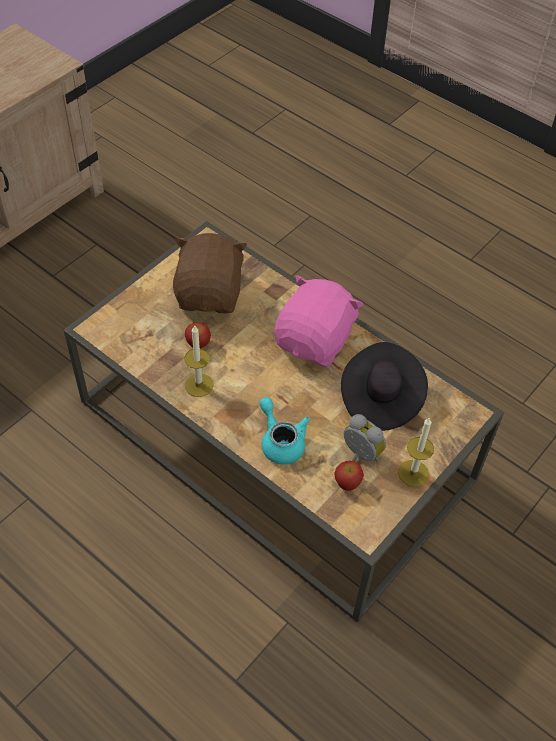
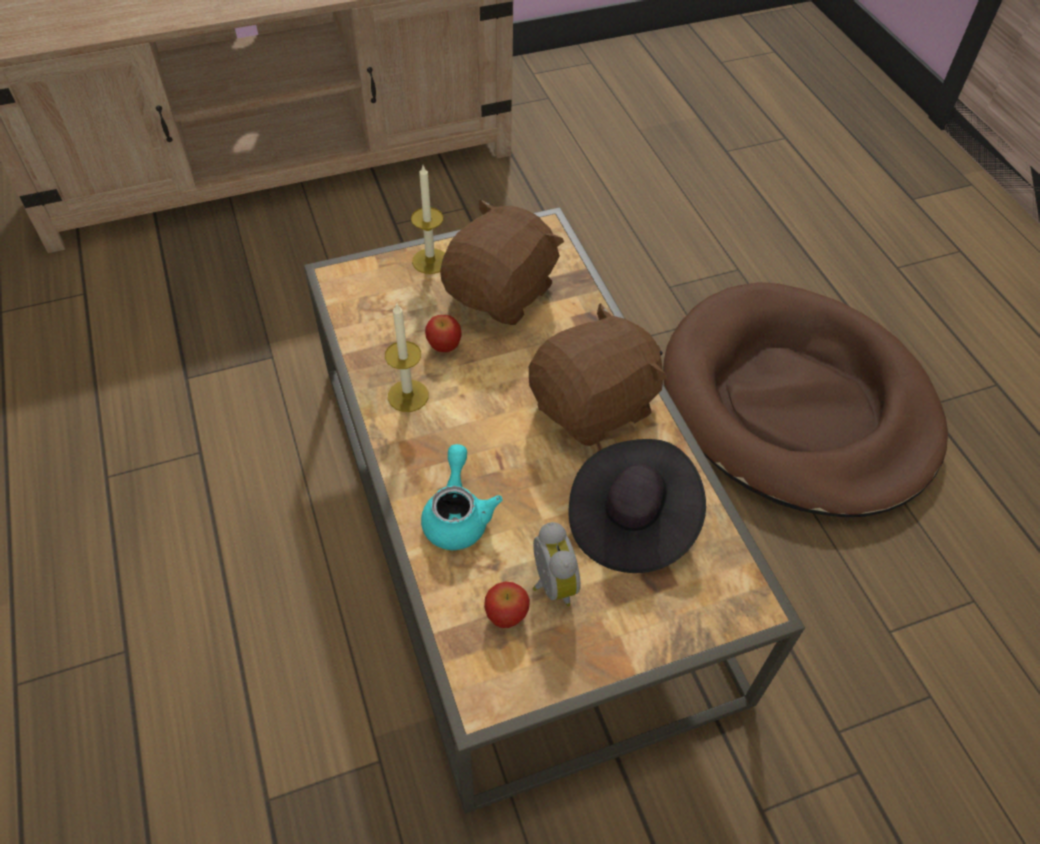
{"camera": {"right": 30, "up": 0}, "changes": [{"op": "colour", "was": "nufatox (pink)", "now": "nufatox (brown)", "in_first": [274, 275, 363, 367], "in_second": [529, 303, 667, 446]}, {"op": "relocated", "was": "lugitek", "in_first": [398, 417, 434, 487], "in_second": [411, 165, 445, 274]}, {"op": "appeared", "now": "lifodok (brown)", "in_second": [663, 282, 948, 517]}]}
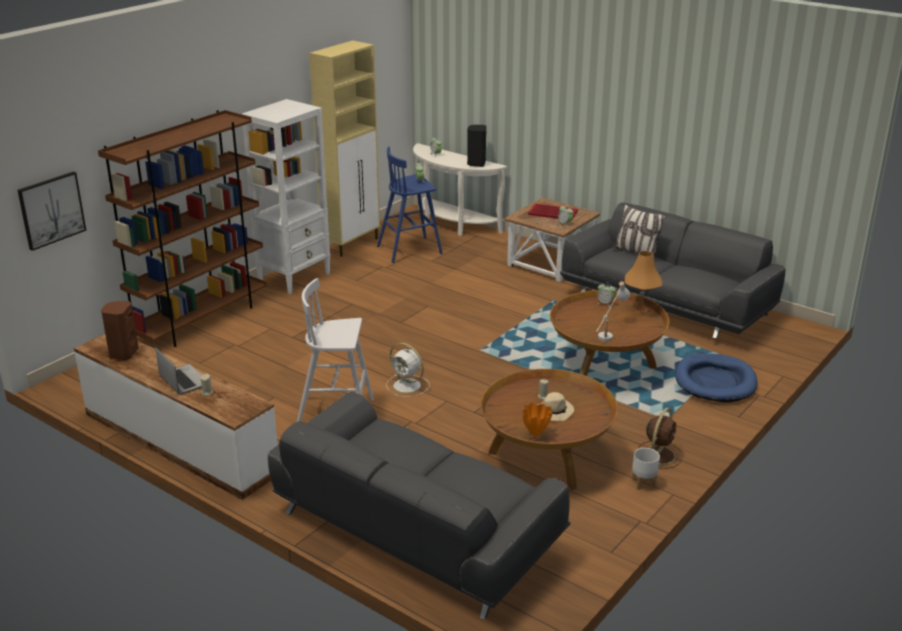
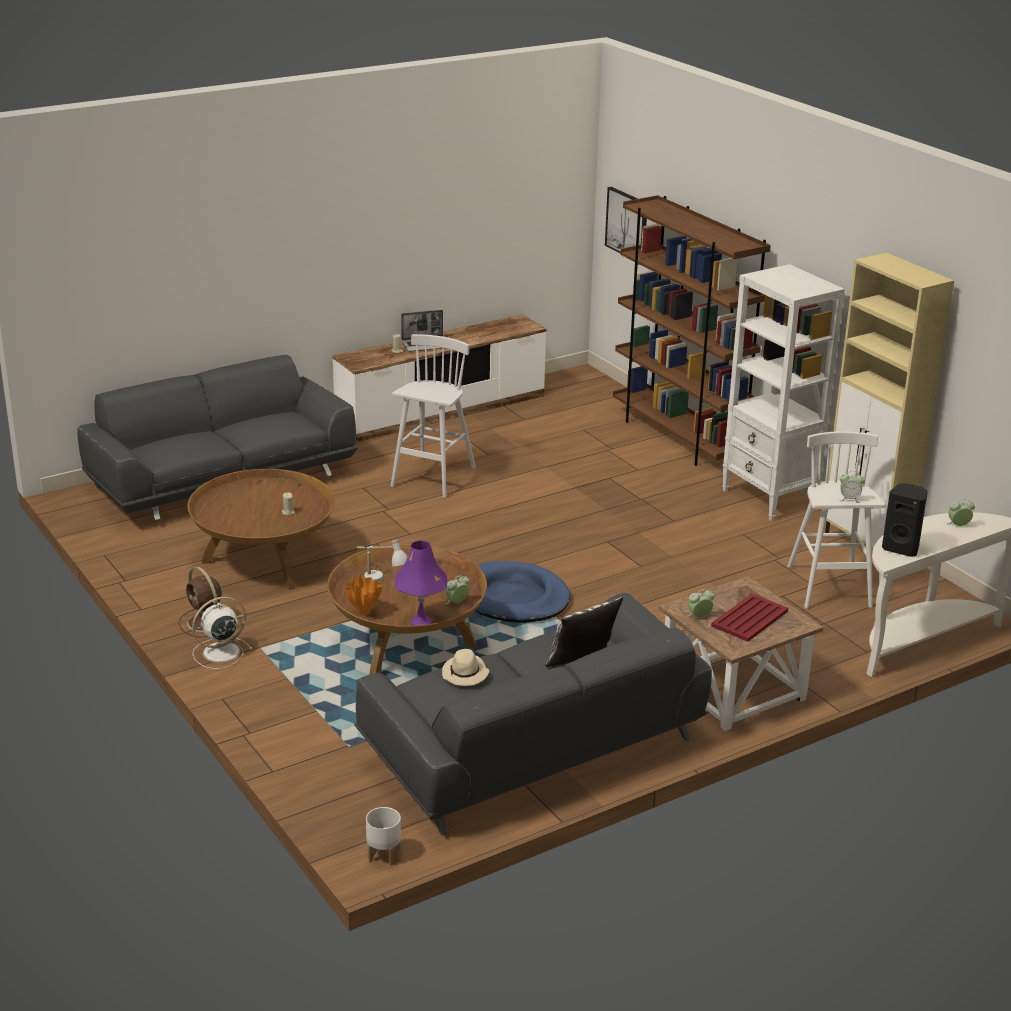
{"camera": {"right": 110, "up": 0}, "changes": [{"op": "missing", "was": "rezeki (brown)", "in_first": [101, 301, 139, 360]}, {"op": "colour", "was": "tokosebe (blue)", "now": "tokosebe (white)", "in_first": [377, 147, 442, 263], "in_second": [787, 431, 885, 609]}, {"op": "relocated", "was": "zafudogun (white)", "in_first": [386, 343, 430, 397], "in_second": [192, 597, 252, 669]}, {"op": "relocated", "was": "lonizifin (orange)", "in_first": [523, 403, 553, 437], "in_second": [346, 575, 382, 615]}, {"op": "relocated", "was": "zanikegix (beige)", "in_first": [536, 392, 574, 421], "in_second": [442, 649, 489, 686]}, {"op": "colour", "was": "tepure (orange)", "now": "tepure (purple)", "in_first": [625, 251, 662, 313], "in_second": [395, 540, 447, 626]}, {"op": "relocated", "was": "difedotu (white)", "in_first": [632, 448, 660, 490], "in_second": [366, 807, 401, 866]}, {"op": "relocated", "was": "lifodok (blue)", "in_first": [675, 353, 758, 402], "in_second": [475, 561, 570, 623]}]}
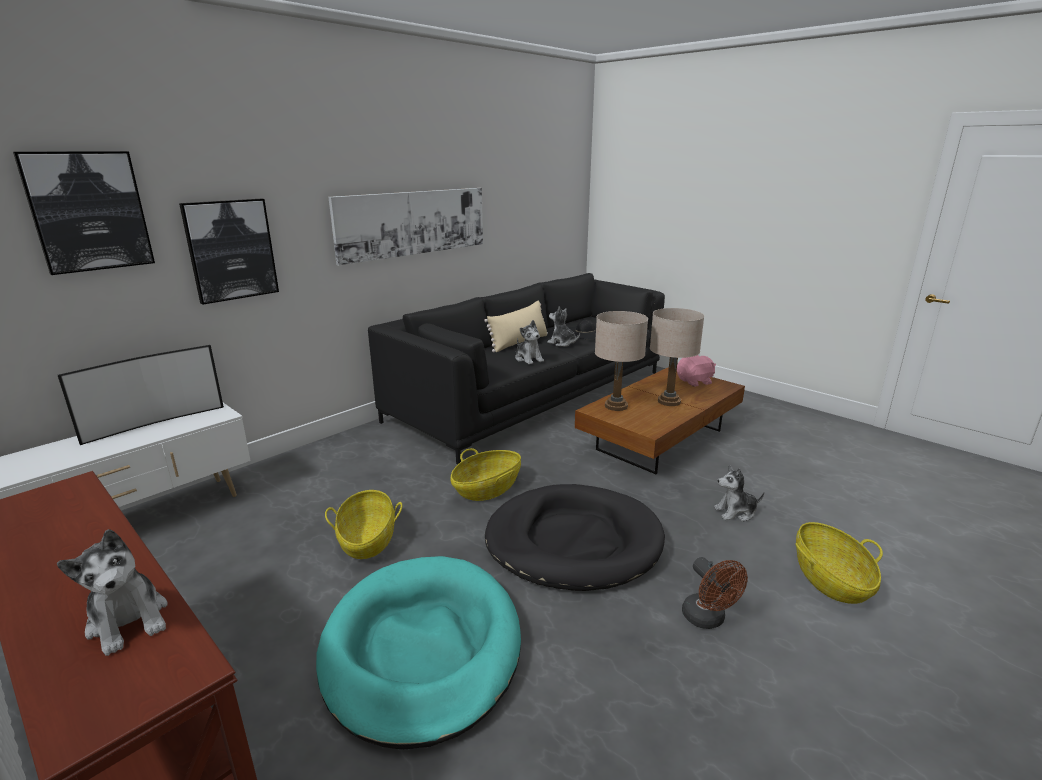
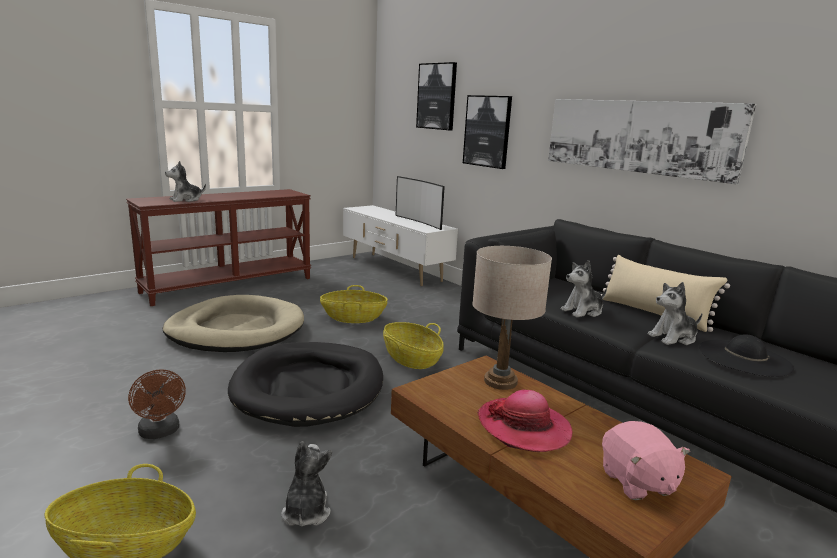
{"camera": {"right": 95, "up": -5}, "changes": [{"op": "colour", "was": "lifodok (turquoise)", "now": "lifodok (beige)", "in_first": [316, 556, 521, 750], "in_second": [162, 295, 304, 352]}, {"op": "spun", "was": "nufatox", "in_first": [547, 306, 580, 347], "in_second": [648, 282, 702, 345], "clockwise": -150}, {"op": "exchanged", "was": "tepure (beige)", "now": "zanikegix", "in_first": [650, 308, 704, 406], "in_second": [477, 390, 572, 452]}, {"op": "spun", "was": "zafudogun (brown)", "in_first": [682, 557, 748, 629], "in_second": [128, 369, 186, 439], "clockwise": -105}]}
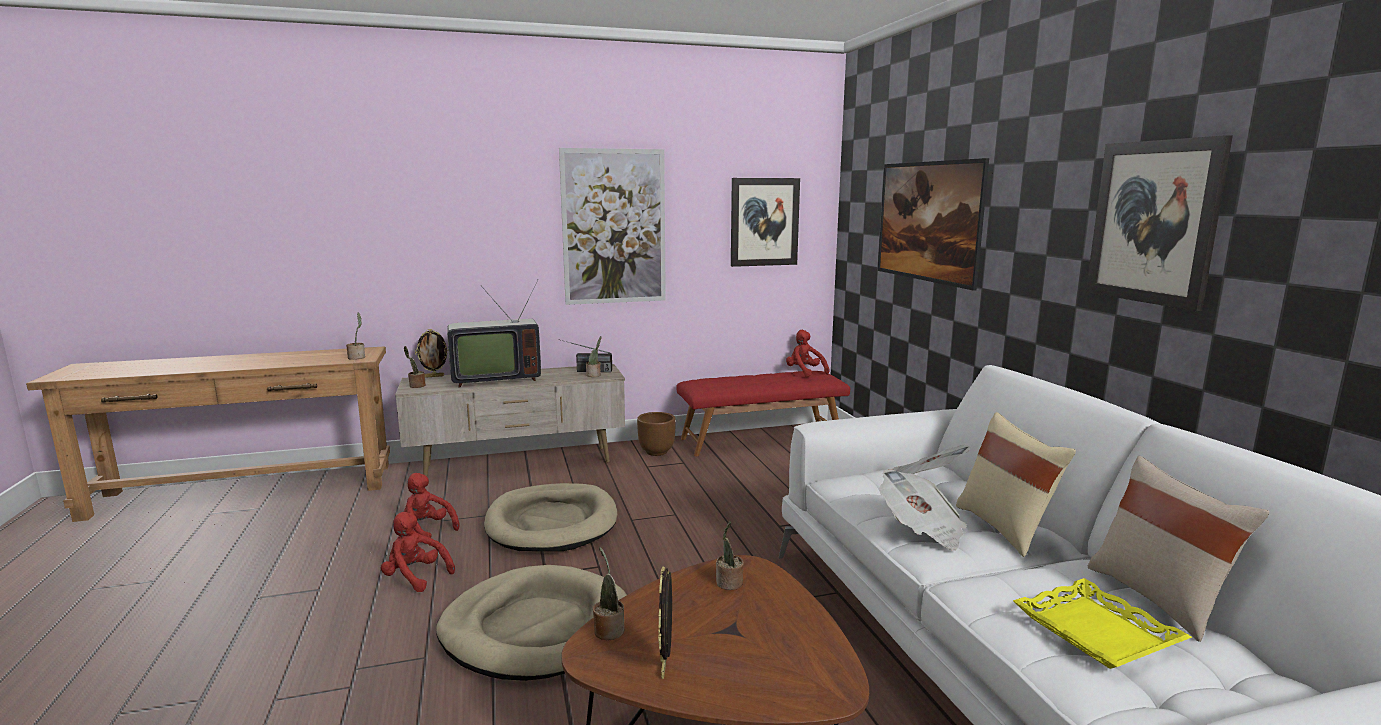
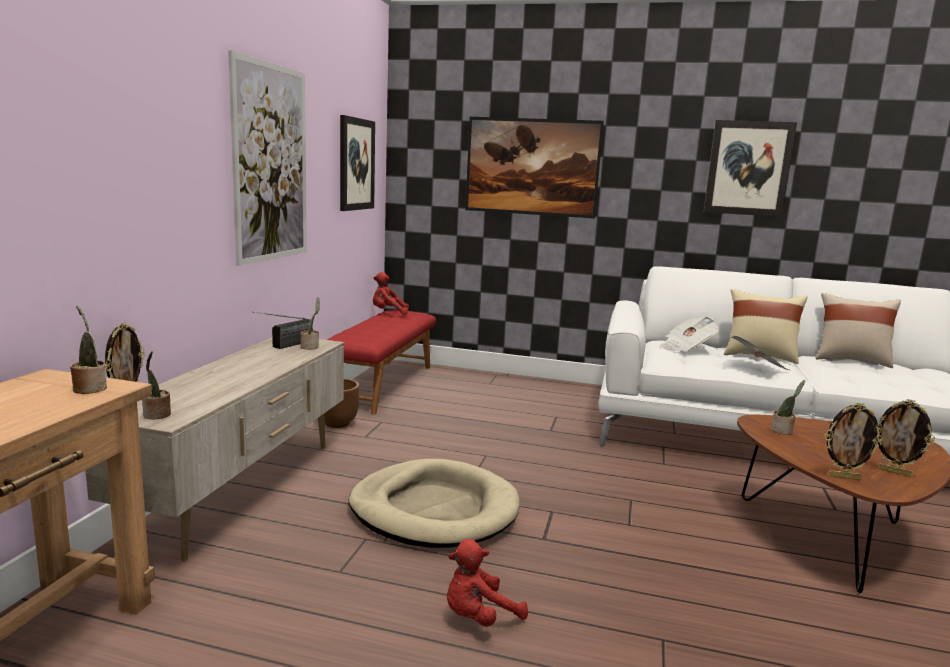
{"camera": {"right": -60, "up": 0}, "changes": [{"op": "missing", "was": "nufatox (red)", "in_first": [404, 473, 460, 538]}, {"op": "missing", "was": "lifodok (beige)", "in_first": [436, 565, 627, 681]}, {"op": "missing", "was": "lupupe", "in_first": [447, 279, 541, 387]}, {"op": "exchanged", "was": "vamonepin", "now": "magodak", "in_first": [593, 547, 625, 640], "in_second": [825, 403, 883, 480]}, {"op": "missing", "was": "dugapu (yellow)", "in_first": [1013, 578, 1192, 669]}]}
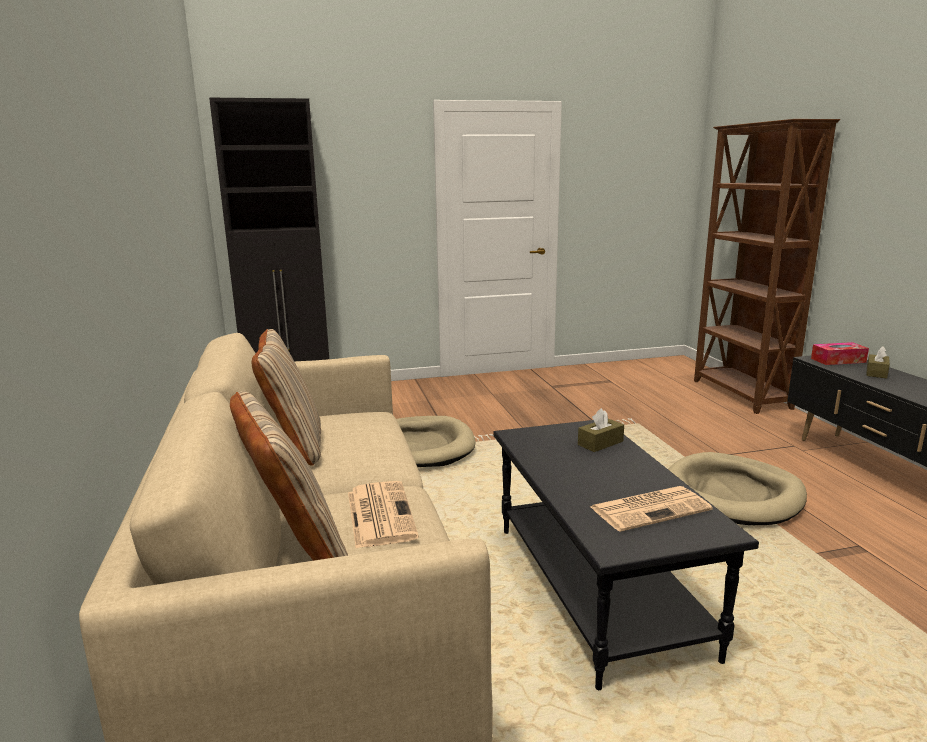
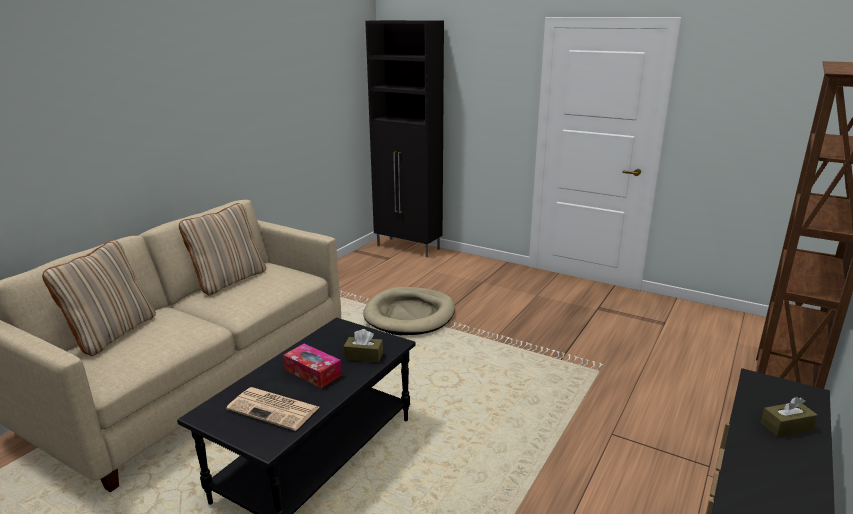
{"camera": {"right": 45, "up": 5}, "changes": [{"op": "missing", "was": "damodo", "in_first": [348, 481, 419, 548]}, {"op": "missing", "was": "lifodok (beige)", "in_first": [668, 452, 807, 525]}, {"op": "relocated", "was": "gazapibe", "in_first": [811, 342, 869, 365], "in_second": [283, 344, 342, 388]}]}
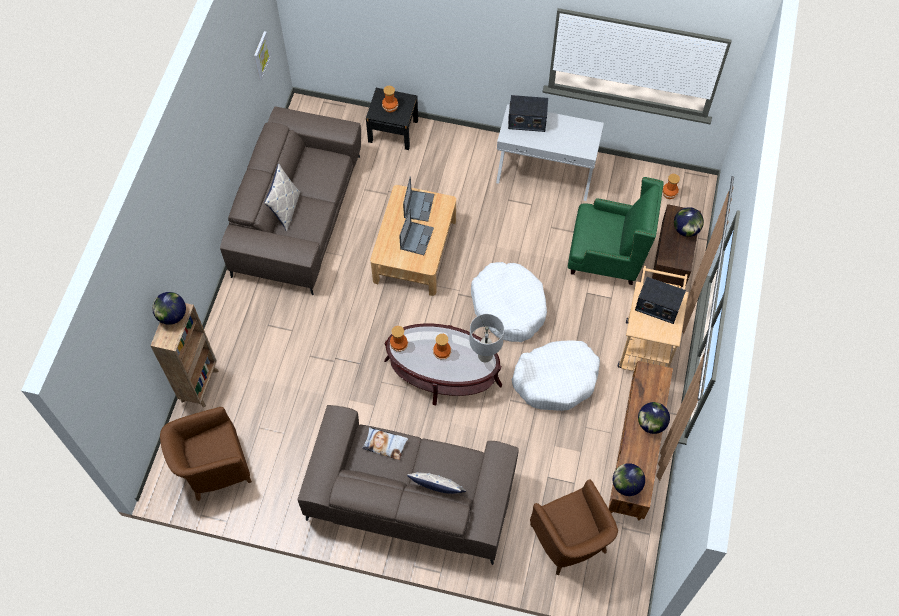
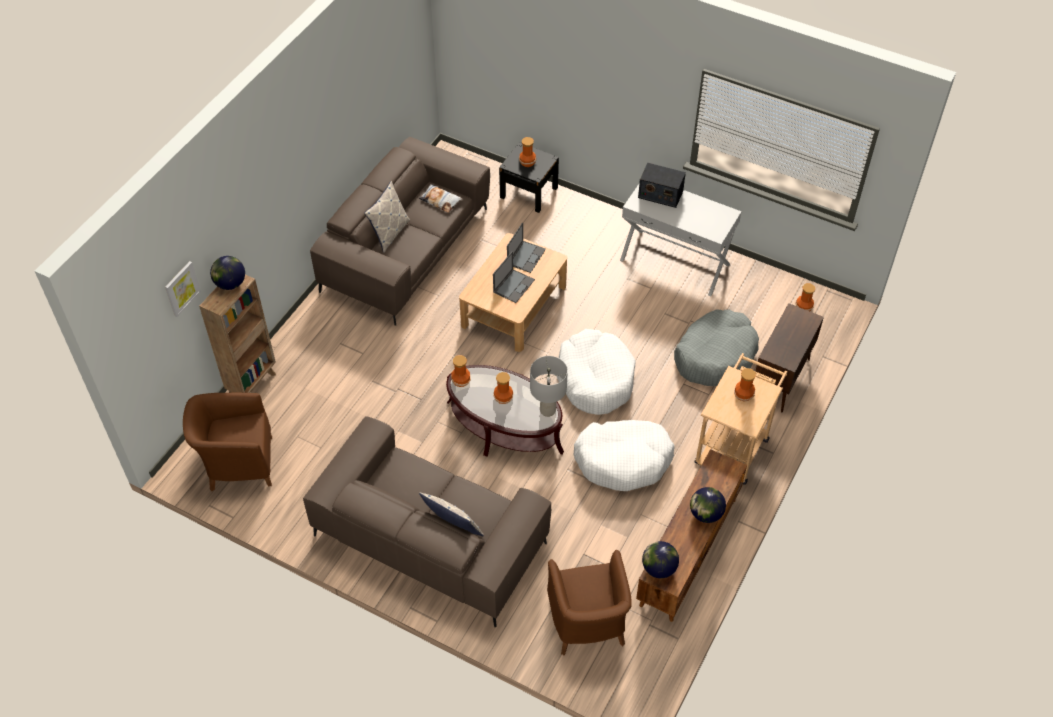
{"camera": {"right": 15, "up": -10}, "changes": [{"op": "relocated", "was": "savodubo", "in_first": [254, 31, 271, 80], "in_second": [165, 261, 201, 317]}, {"op": "relocated", "was": "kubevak", "in_first": [362, 427, 408, 460], "in_second": [419, 184, 462, 213]}, {"op": "exchanged", "was": "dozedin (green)", "now": "lifodok (grey)", "in_first": [568, 177, 664, 285], "in_second": [674, 309, 759, 386]}, {"op": "exchanged", "was": "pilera", "now": "lonizifin", "in_first": [635, 277, 686, 324], "in_second": [734, 368, 756, 401]}, {"op": "missing", "was": "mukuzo", "in_first": [674, 207, 704, 237]}]}
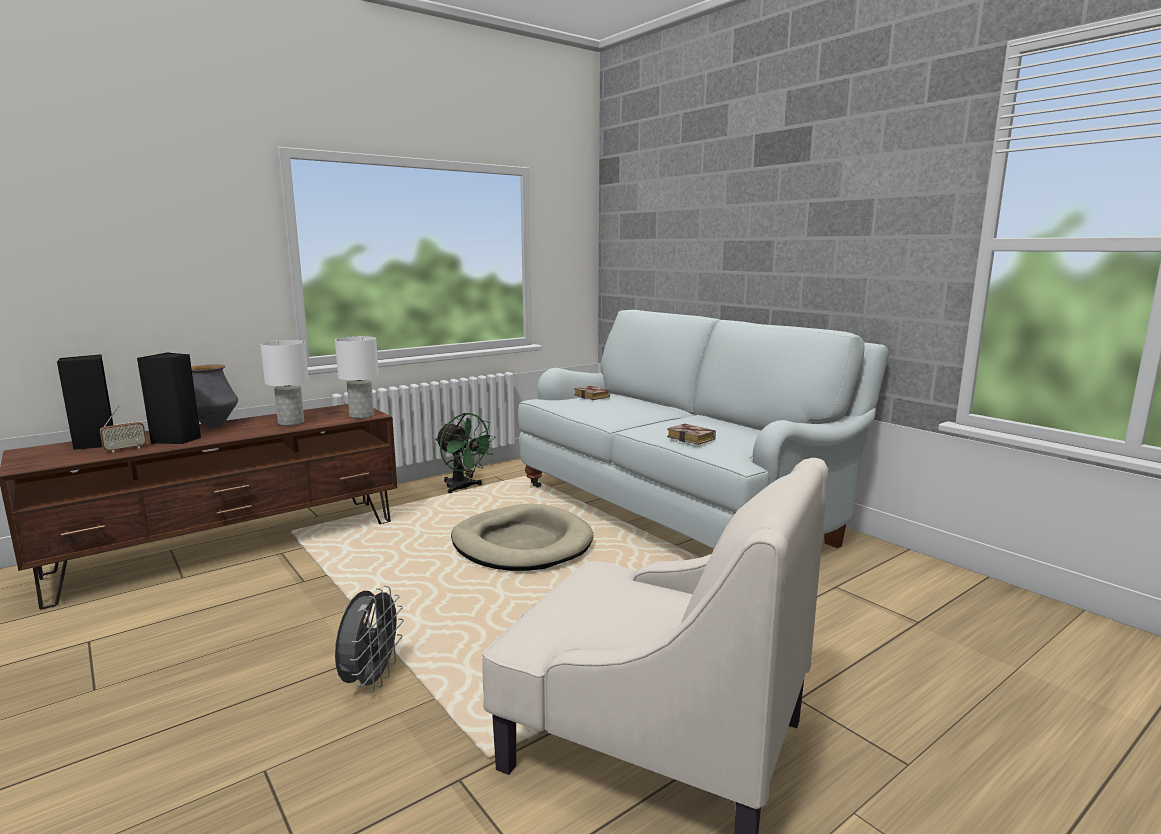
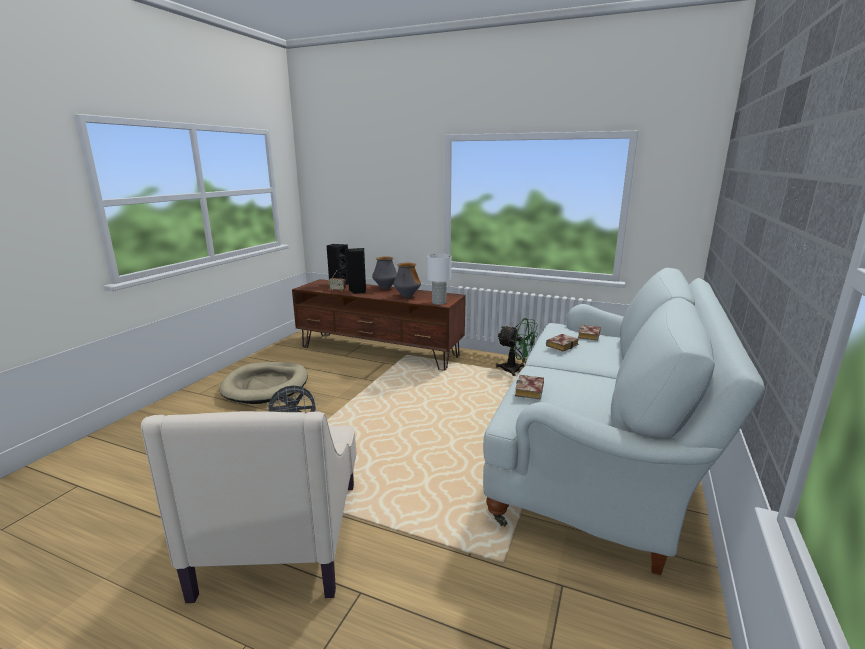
{"camera": {"right": 60, "up": 5}, "changes": [{"op": "exchanged", "was": "tepure (white)", "now": "lonizifin", "in_first": [260, 340, 309, 426], "in_second": [393, 263, 421, 298]}, {"op": "spun", "was": "zafudogun (green)", "in_first": [435, 413, 496, 493], "in_second": [496, 318, 538, 376], "clockwise": -75}, {"op": "relocated", "was": "lifodok (beige)", "in_first": [451, 504, 593, 571], "in_second": [219, 362, 308, 404]}, {"op": "appeared", "now": "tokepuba", "in_second": [546, 334, 579, 351]}]}
